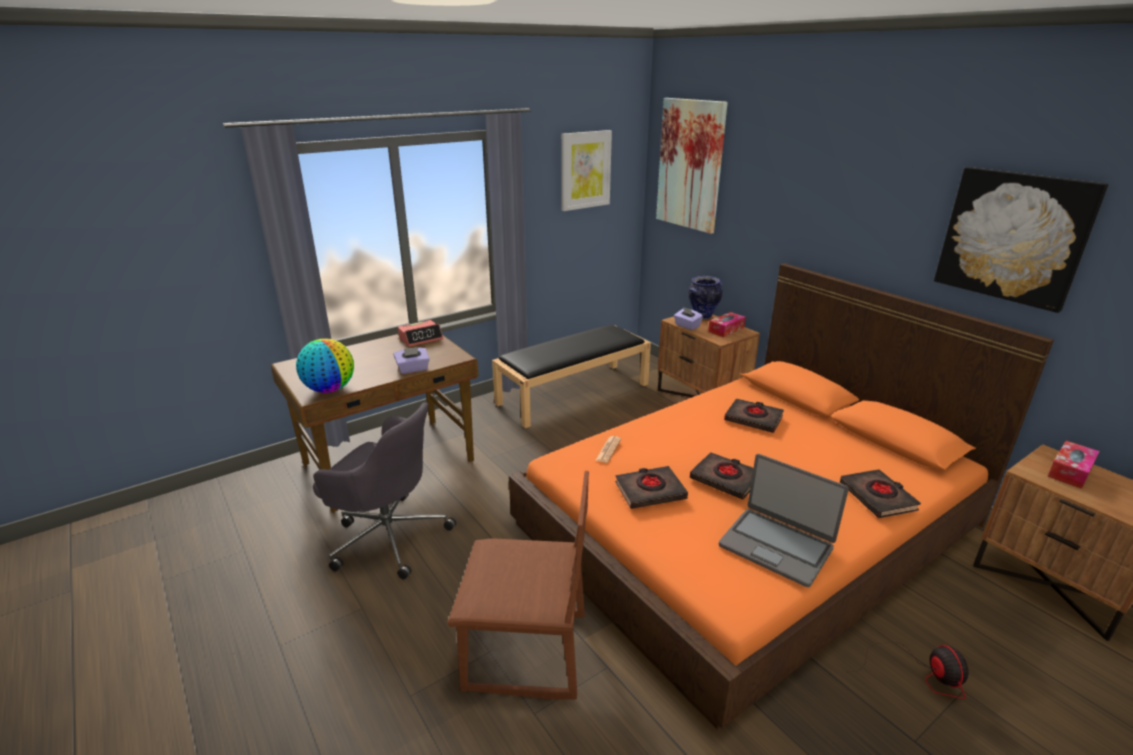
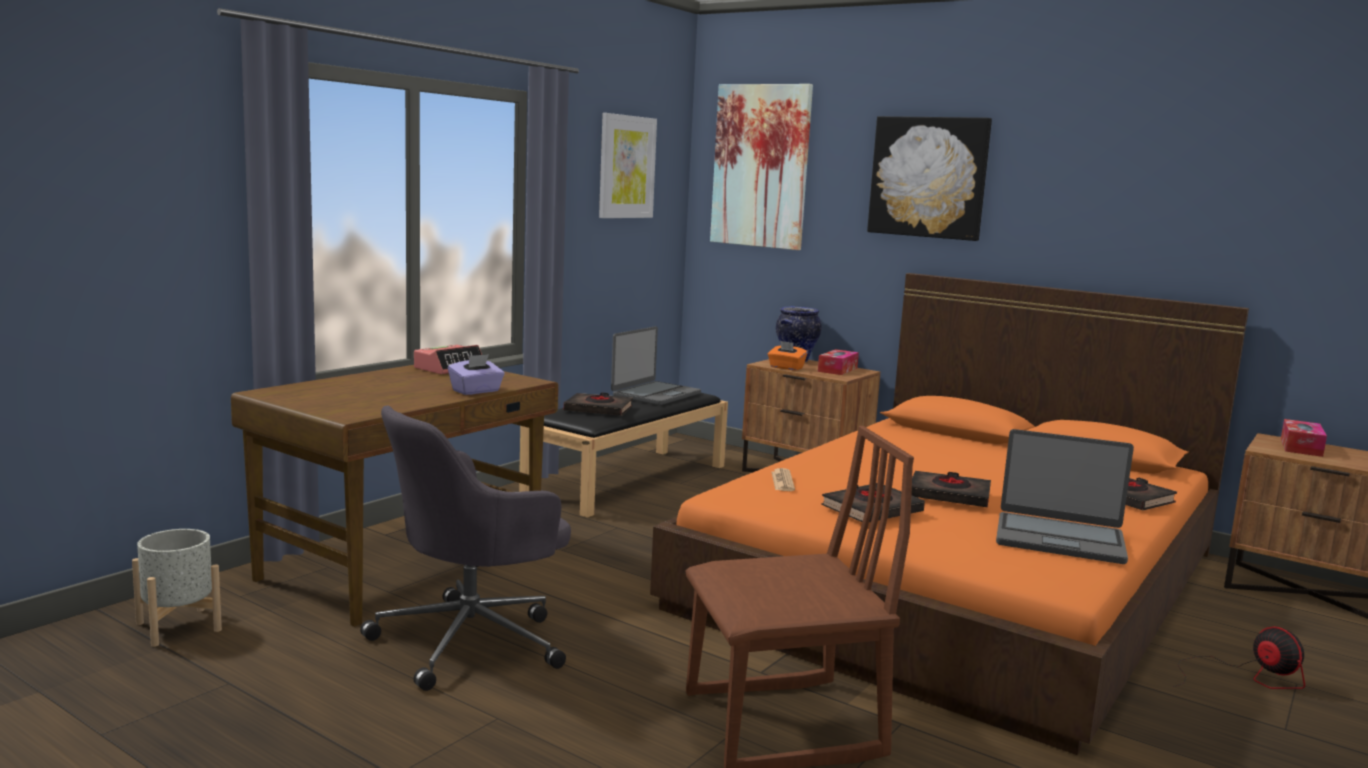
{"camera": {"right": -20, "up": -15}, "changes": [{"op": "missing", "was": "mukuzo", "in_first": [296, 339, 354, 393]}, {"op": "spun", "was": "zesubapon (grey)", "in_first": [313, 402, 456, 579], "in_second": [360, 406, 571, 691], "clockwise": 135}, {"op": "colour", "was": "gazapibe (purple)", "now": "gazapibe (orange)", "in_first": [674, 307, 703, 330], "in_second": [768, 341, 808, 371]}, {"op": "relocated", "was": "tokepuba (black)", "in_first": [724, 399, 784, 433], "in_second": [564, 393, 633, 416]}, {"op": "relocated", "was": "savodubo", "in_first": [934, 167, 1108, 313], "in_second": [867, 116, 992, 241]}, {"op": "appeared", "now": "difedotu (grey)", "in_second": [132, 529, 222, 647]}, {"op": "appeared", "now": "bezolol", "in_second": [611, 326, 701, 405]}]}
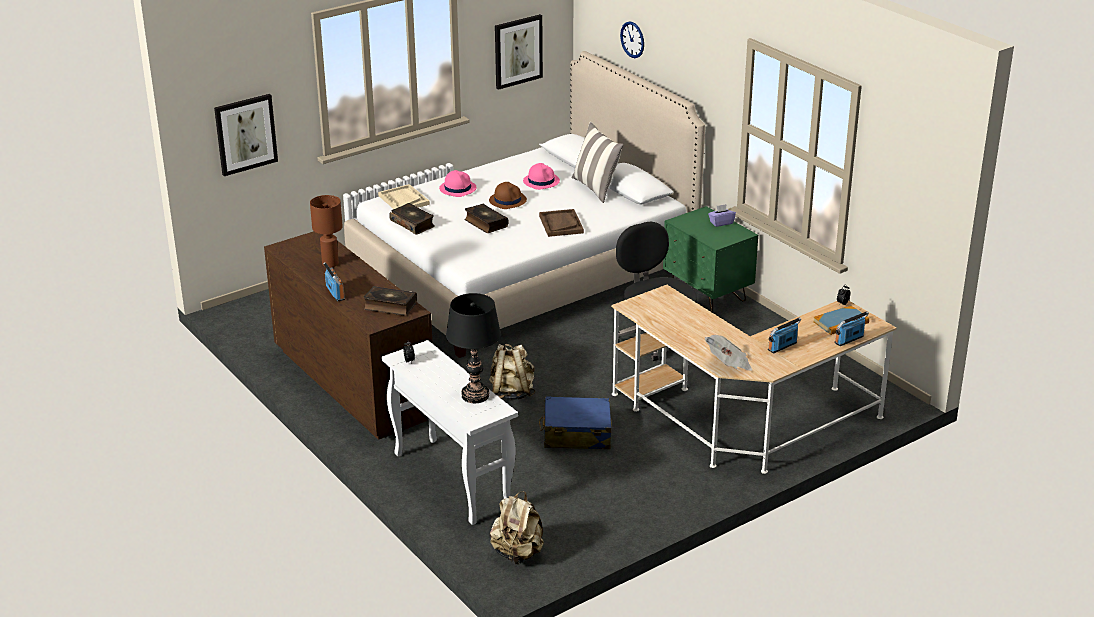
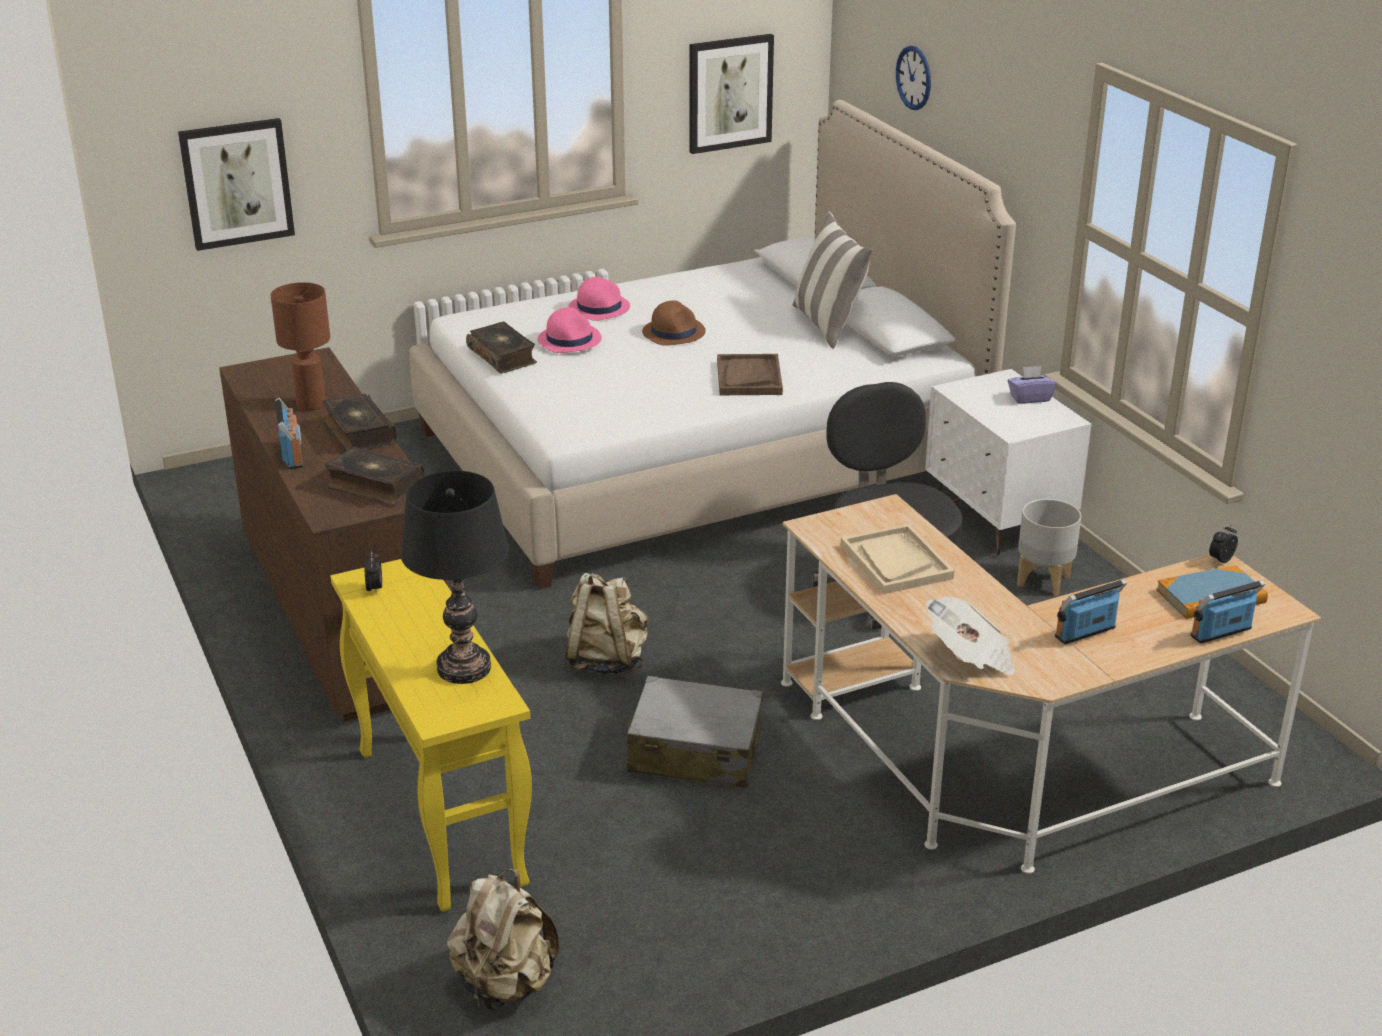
{"camera": {"right": 10, "up": 0}, "changes": [{"op": "relocated", "was": "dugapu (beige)", "in_first": [378, 184, 430, 209], "in_second": [841, 524, 954, 594]}, {"op": "colour", "was": "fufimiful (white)", "now": "fufimiful (yellow)", "in_first": [382, 340, 518, 525], "in_second": [330, 559, 532, 911]}, {"op": "relocated", "was": "tokepuba", "in_first": [465, 204, 509, 233], "in_second": [323, 394, 397, 451]}, {"op": "relocated", "was": "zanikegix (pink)", "in_first": [523, 163, 560, 190], "in_second": [537, 307, 602, 353]}, {"op": "colour", "was": "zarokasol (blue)", "now": "zarokasol (grey)", "in_first": [539, 396, 612, 449], "in_second": [627, 676, 763, 788]}, {"op": "colour", "was": "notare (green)", "now": "notare (white)", "in_first": [663, 206, 758, 313], "in_second": [925, 369, 1091, 555]}, {"op": "appeared", "now": "difedotu (grey)", "in_second": [1017, 499, 1081, 596]}]}
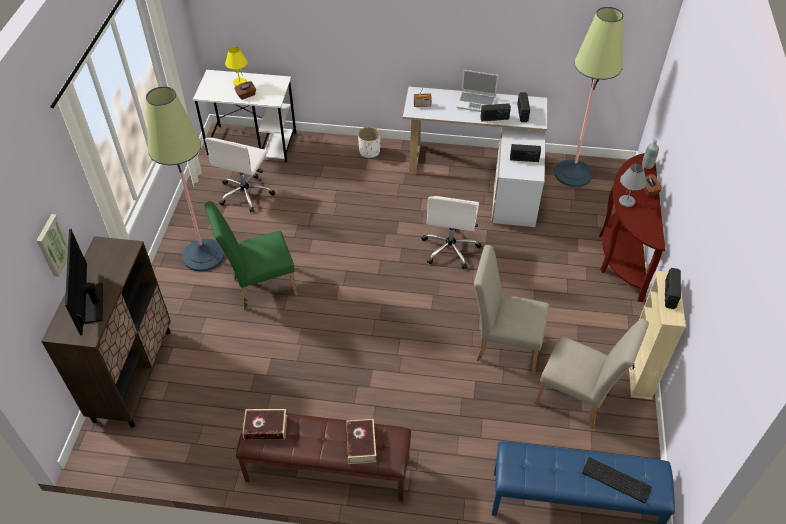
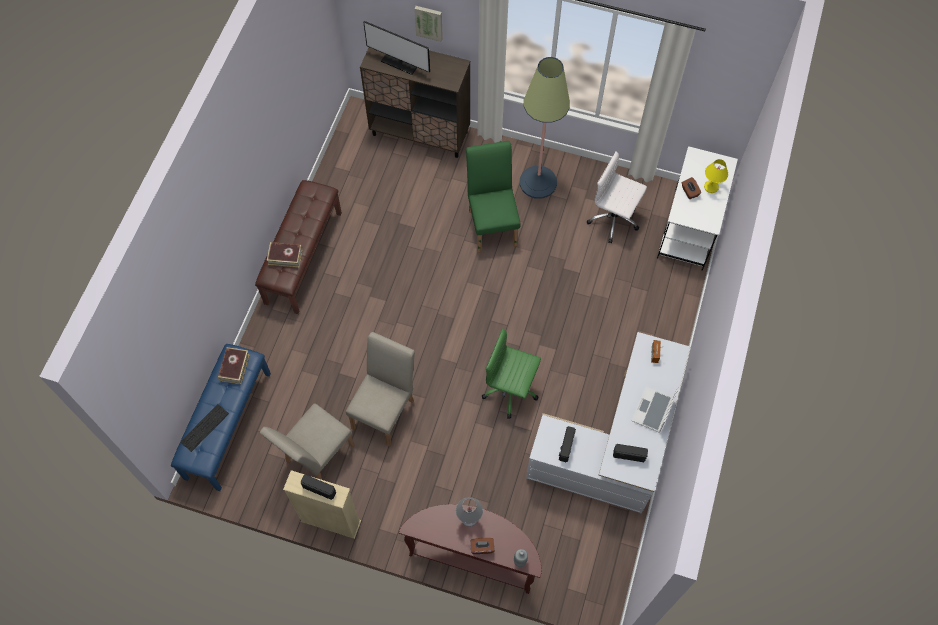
{"camera": {"right": 100, "up": 15}, "changes": [{"op": "spun", "was": "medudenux", "in_first": [65, 229, 103, 335], "in_second": [363, 21, 430, 75], "clockwise": -150}, {"op": "relocated", "was": "tokepuba", "in_first": [242, 409, 287, 440], "in_second": [218, 347, 250, 384]}, {"op": "missing", "was": "difedotu (white)", "in_first": [358, 127, 380, 158]}, {"op": "colour", "was": "zesubapon (white)", "now": "zesubapon (green)", "in_first": [421, 196, 482, 269], "in_second": [482, 328, 541, 419]}, {"op": "missing", "was": "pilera", "in_first": [480, 103, 511, 122]}, {"op": "missing", "was": "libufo", "in_first": [554, 7, 623, 187]}]}
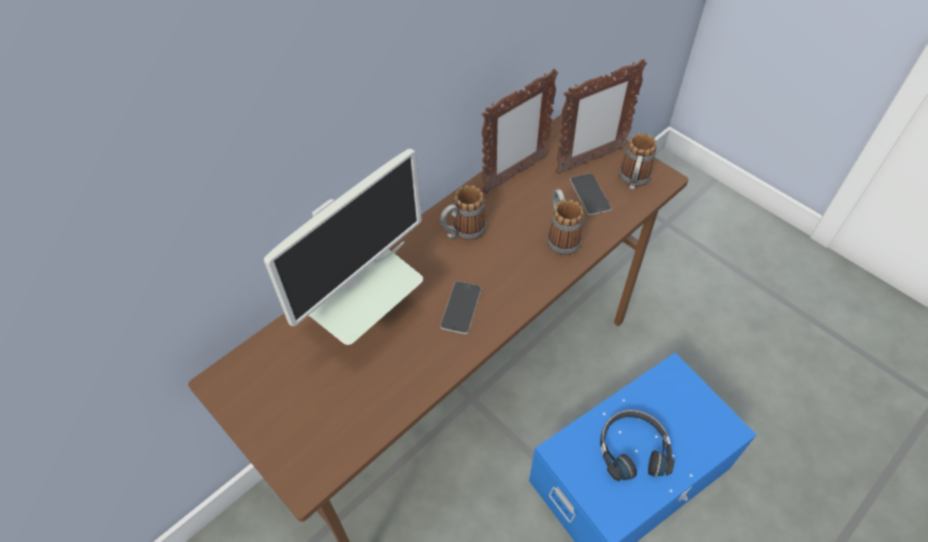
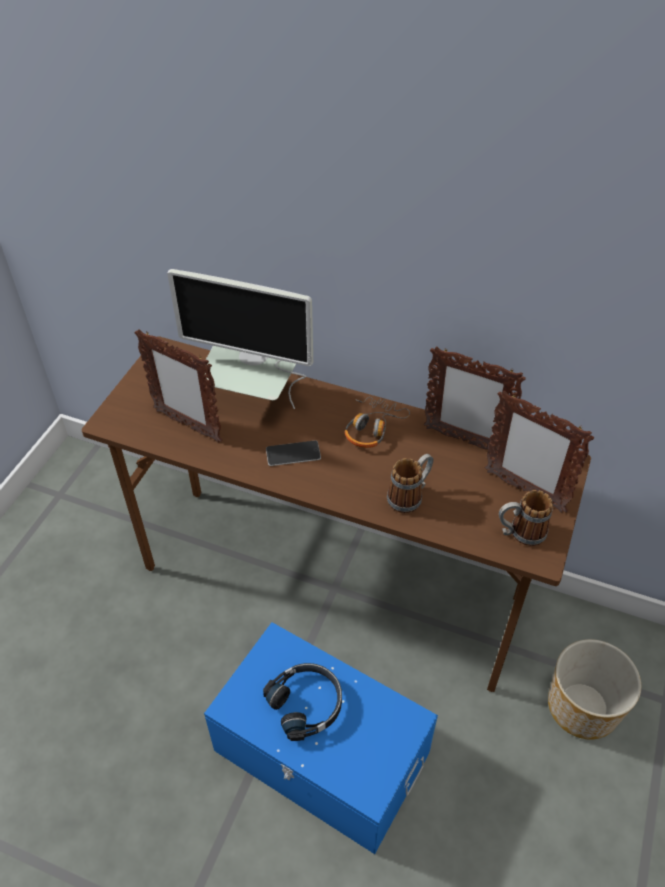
{"camera": {"right": 65, "up": -5}, "changes": [{"op": "exchanged", "was": "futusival", "now": "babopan", "in_first": [440, 185, 486, 240], "in_second": [345, 397, 410, 448]}, {"op": "missing", "was": "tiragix", "in_first": [570, 173, 612, 215]}, {"op": "appeared", "now": "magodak", "in_second": [134, 329, 222, 443]}, {"op": "appeared", "now": "difedotu", "in_second": [548, 639, 641, 740]}]}
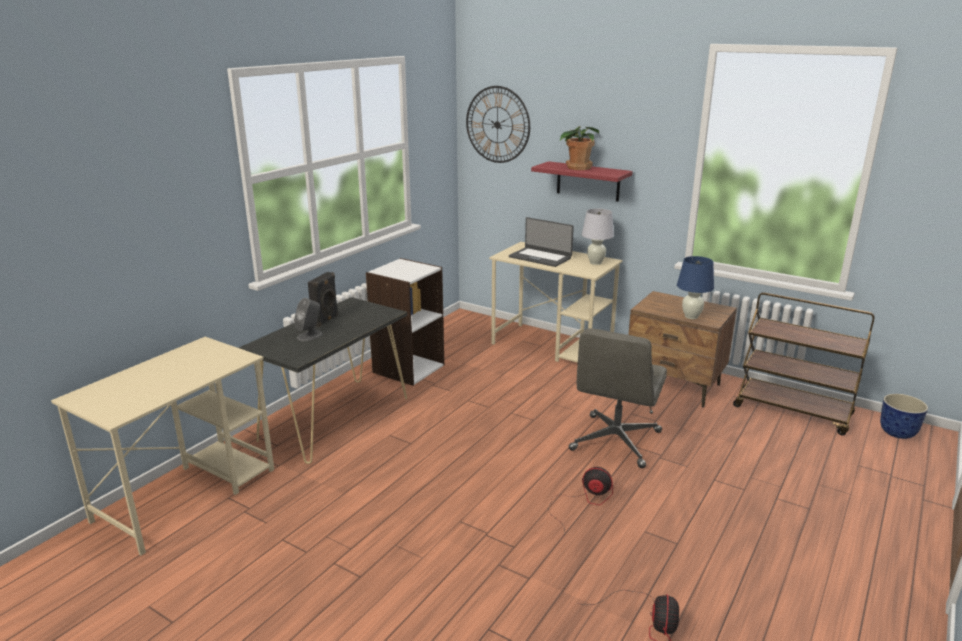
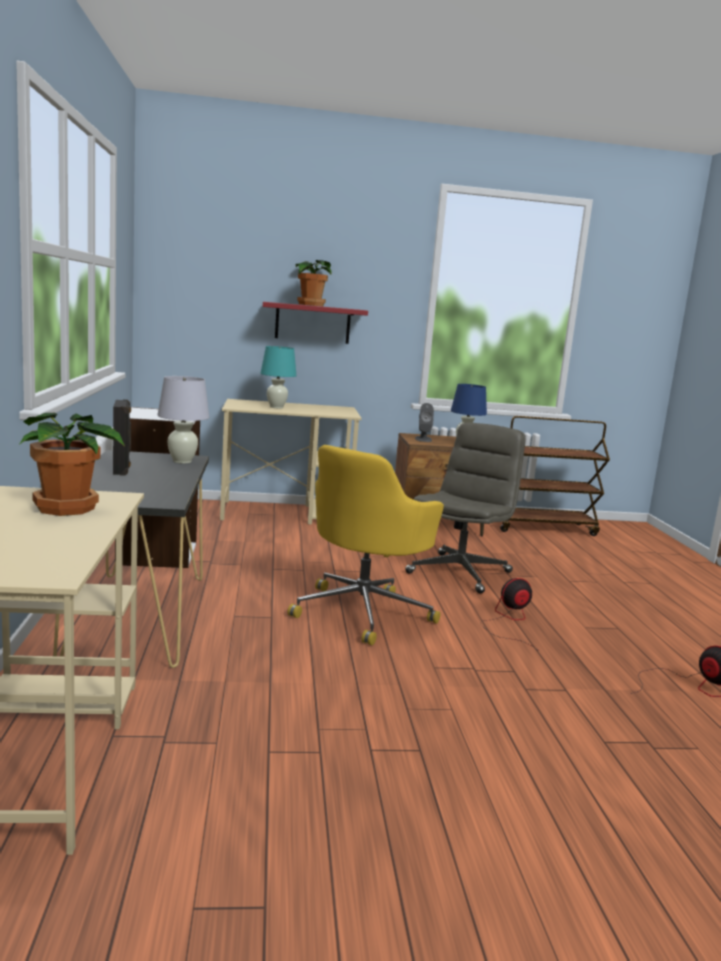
{"camera": {"right": -40, "up": -10}, "changes": [{"op": "relocated", "was": "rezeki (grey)", "in_first": [294, 298, 323, 342], "in_second": [415, 403, 434, 442]}, {"op": "missing", "was": "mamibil", "in_first": [466, 86, 530, 163]}, {"op": "exchanged", "was": "bezolol", "now": "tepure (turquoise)", "in_first": [509, 217, 574, 267], "in_second": [260, 346, 296, 408]}, {"op": "spun", "was": "zesubapon (grey)", "in_first": [569, 328, 667, 468], "in_second": [405, 422, 525, 594], "clockwise": -135}, {"op": "relocated", "was": "tepure (white)", "in_first": [582, 208, 614, 265], "in_second": [157, 376, 209, 464]}, {"op": "missing", "was": "difedotu", "in_first": [880, 394, 928, 439]}, {"op": "appeared", "now": "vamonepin", "in_second": [20, 413, 124, 516]}, {"op": "appeared", "now": "zesubapon (yellow)", "in_second": [287, 445, 444, 645]}]}
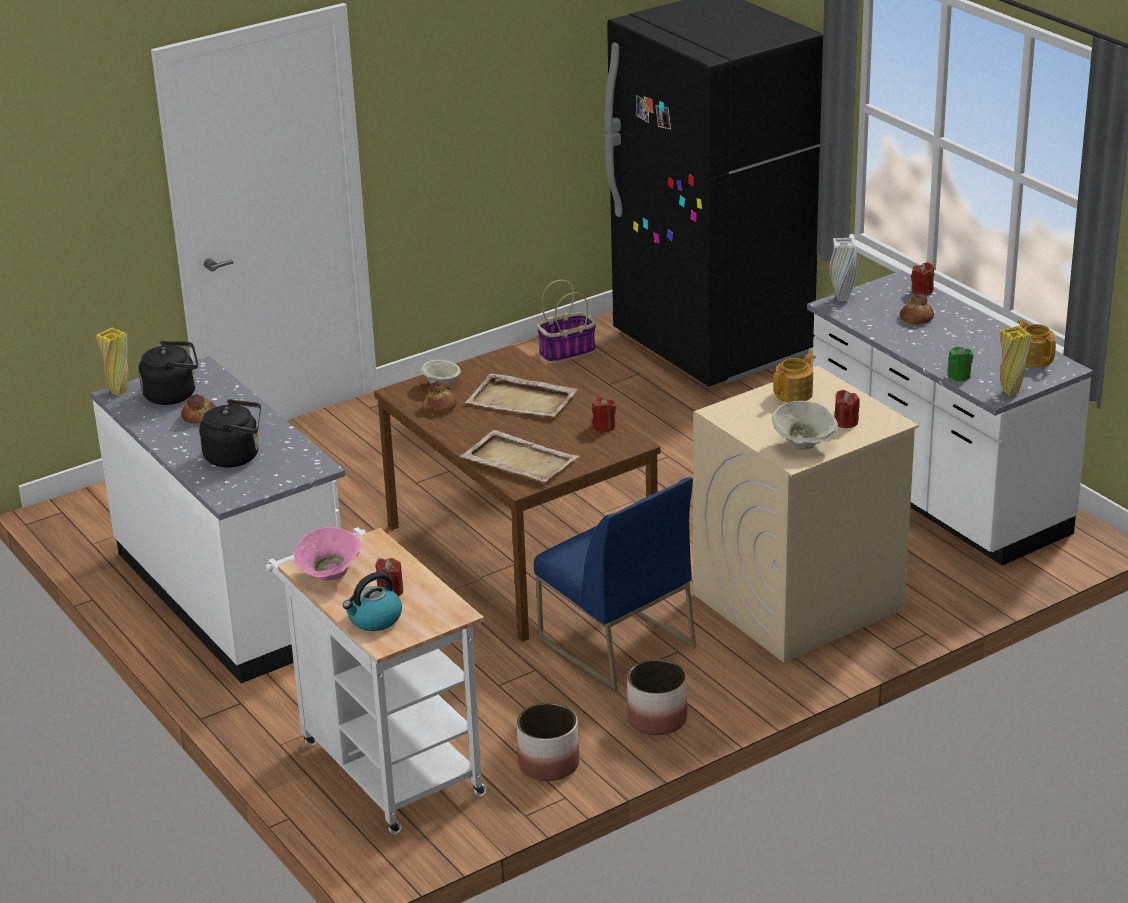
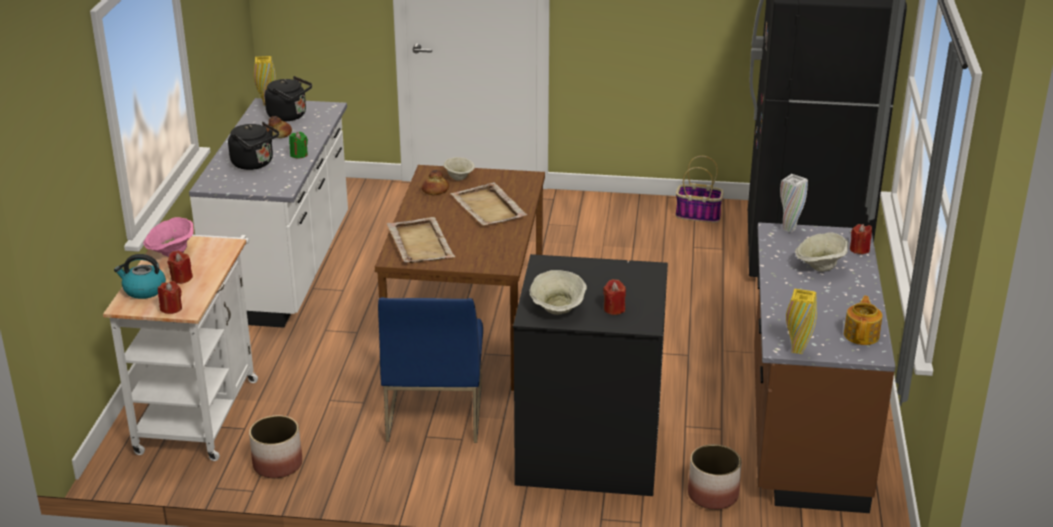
{"camera": {"right": 40, "up": 0}, "changes": [{"op": "relocated", "was": "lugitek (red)", "in_first": [592, 397, 616, 432], "in_second": [158, 281, 182, 314]}, {"op": "relocated", "was": "difedotu", "in_first": [627, 659, 687, 735], "in_second": [688, 444, 742, 510]}, {"op": "colour", "was": "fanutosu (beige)", "now": "fanutosu (black)", "in_first": [693, 366, 919, 662], "in_second": [513, 254, 668, 496]}, {"op": "missing", "was": "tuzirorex", "in_first": [773, 354, 816, 403]}, {"op": "colour", "was": "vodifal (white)", "now": "vodifal (brown)", "in_first": [807, 271, 1093, 565], "in_second": [754, 222, 895, 513]}, {"op": "exchanged", "was": "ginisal", "now": "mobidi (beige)", "in_first": [900, 294, 934, 324], "in_second": [795, 232, 848, 272]}, {"op": "relocated", "was": "lugitek (green)", "in_first": [947, 347, 973, 381], "in_second": [289, 132, 308, 158]}]}
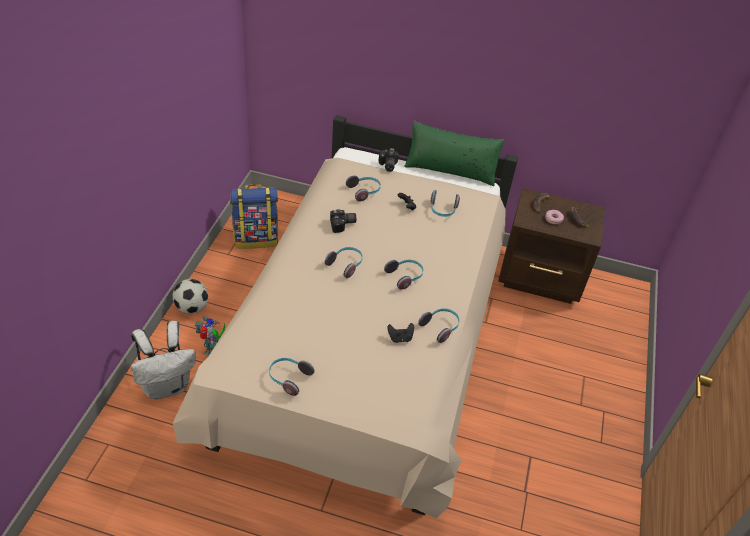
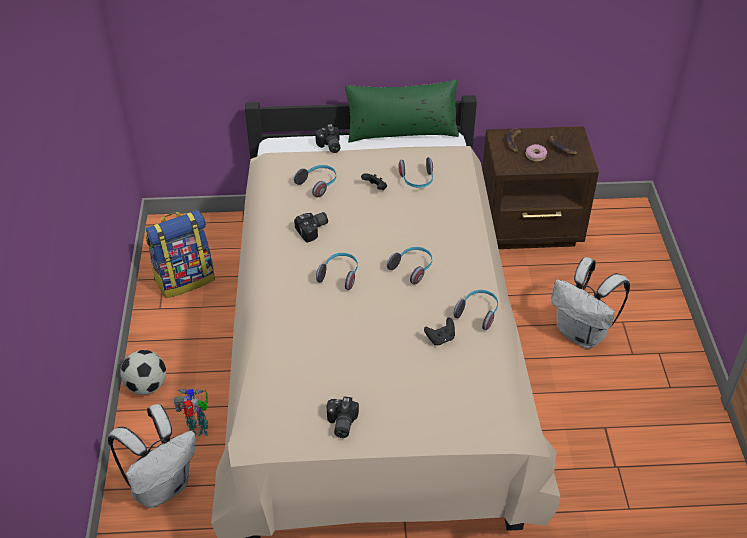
{"camera": {"right": -15, "up": 0}, "changes": [{"op": "exchanged", "was": "babopan", "now": "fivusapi", "in_first": [269, 358, 315, 396], "in_second": [327, 396, 359, 438]}, {"op": "appeared", "now": "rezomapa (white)", "in_second": [551, 257, 630, 349]}]}
